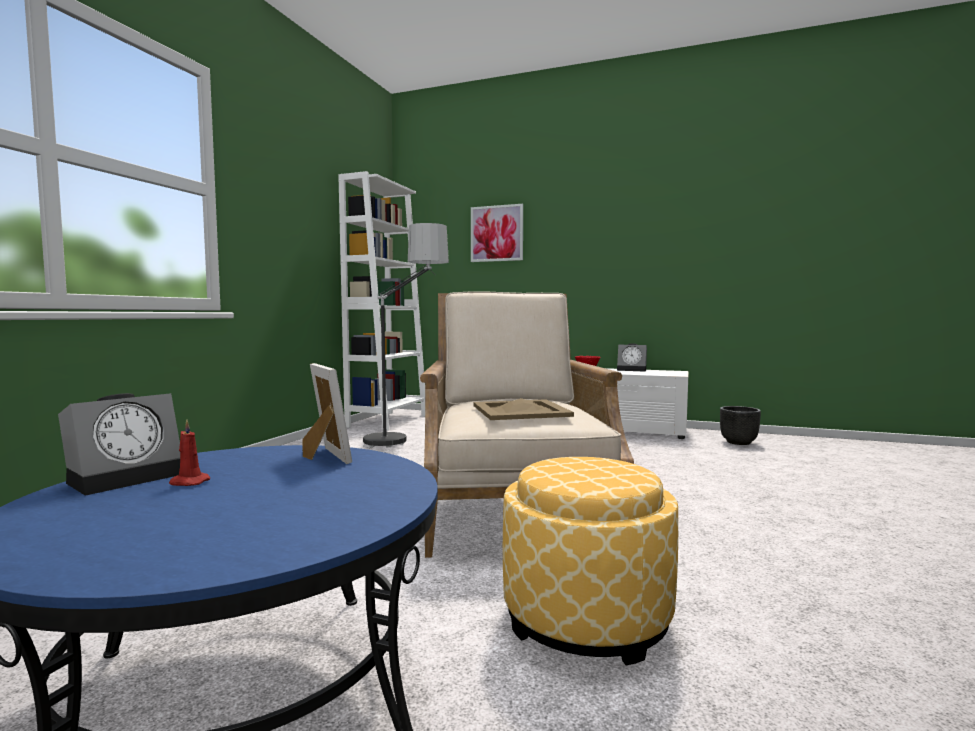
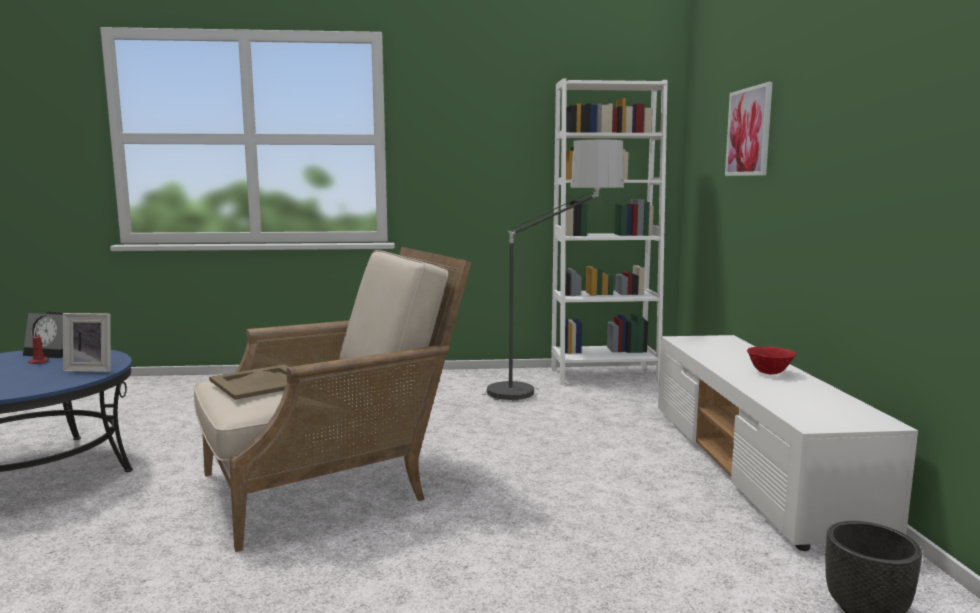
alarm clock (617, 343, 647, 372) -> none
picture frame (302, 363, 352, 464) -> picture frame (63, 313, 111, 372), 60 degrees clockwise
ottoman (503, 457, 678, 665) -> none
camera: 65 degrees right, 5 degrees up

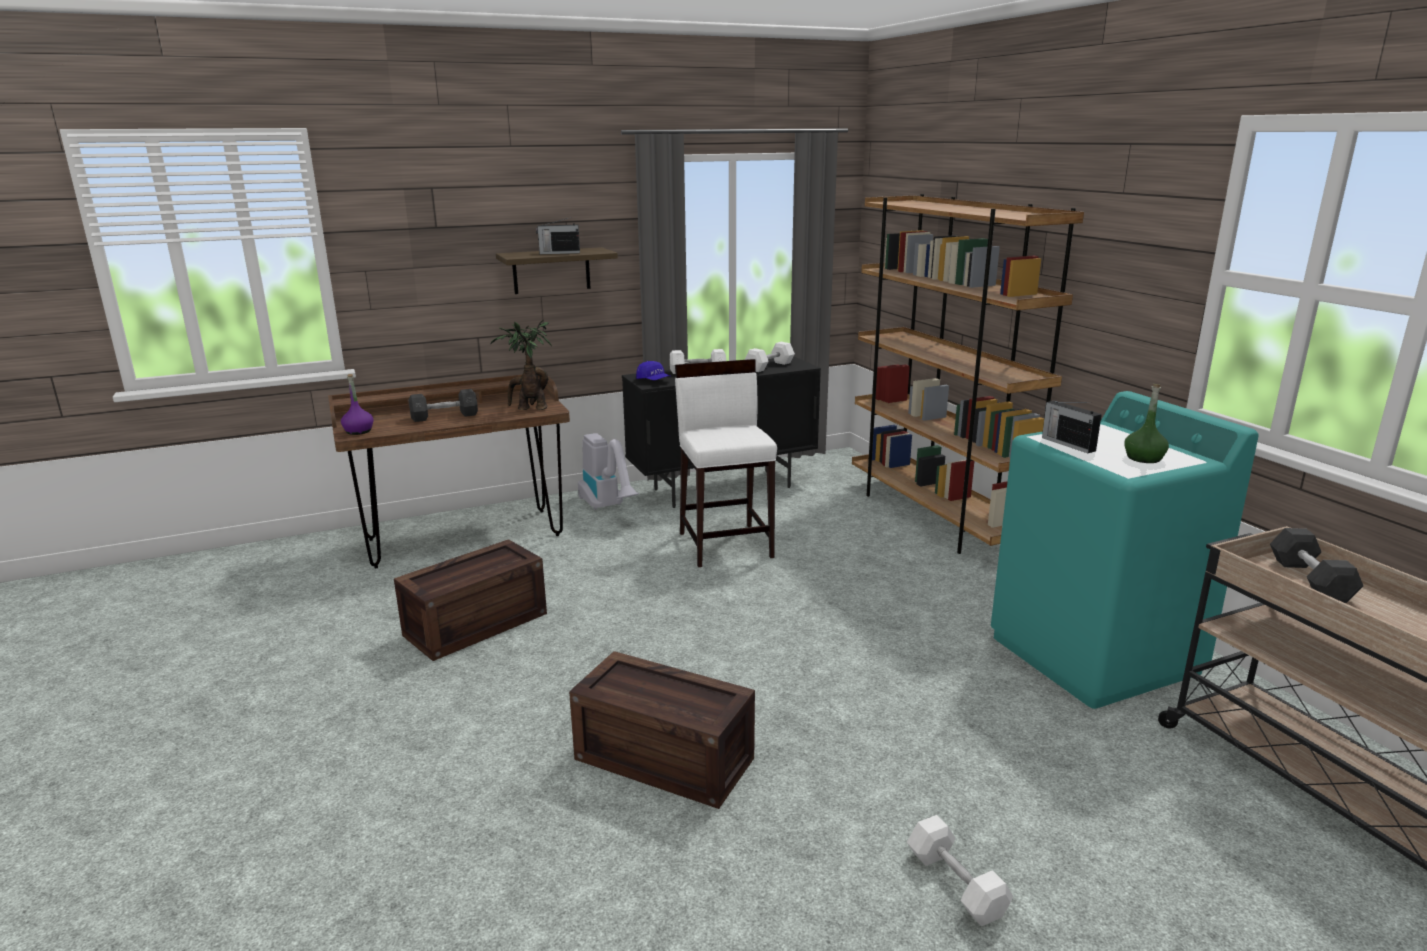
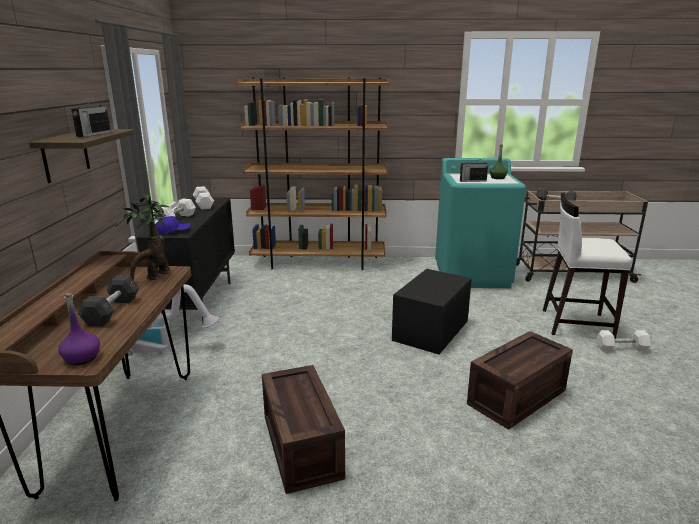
stool/white (675, 359, 777, 567) -> stool/white (543, 192, 632, 339), shifted
none -> storage box/black (392, 269, 472, 354)
camera: 65 degrees left, 0 degrees up

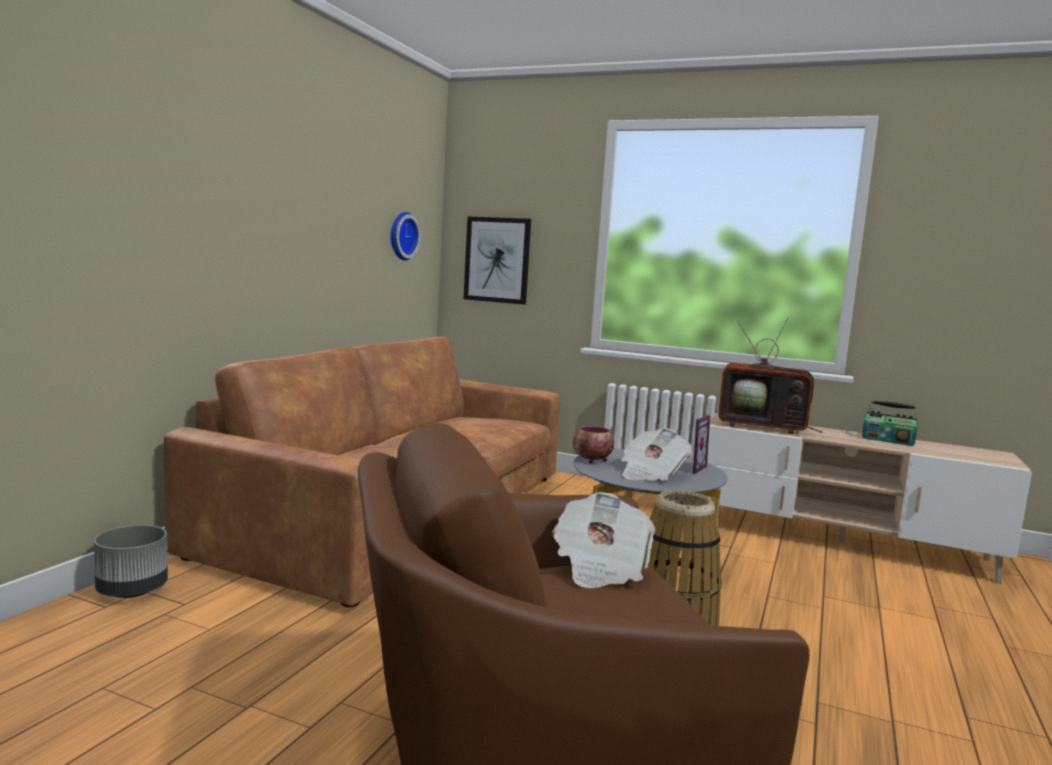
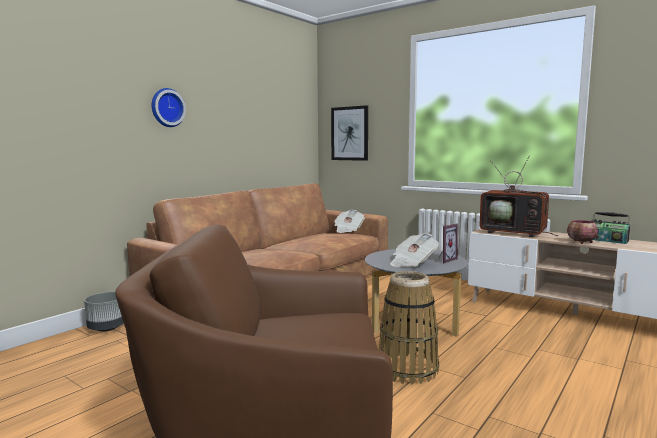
wall clock (390, 212, 421, 261) -> wall clock (152, 88, 186, 127), shifted
bowl (573, 426, 614, 463) -> bowl (567, 220, 598, 244), shifted
newspaper (552, 492, 656, 588) -> newspaper (334, 210, 365, 233), shifted
camera: 15 degrees right, 0 degrees up

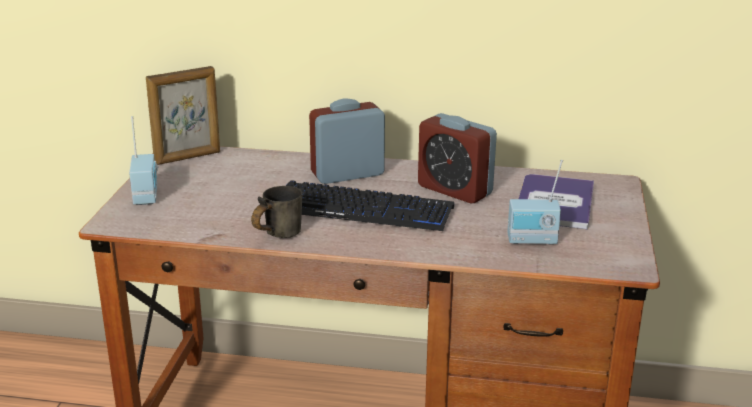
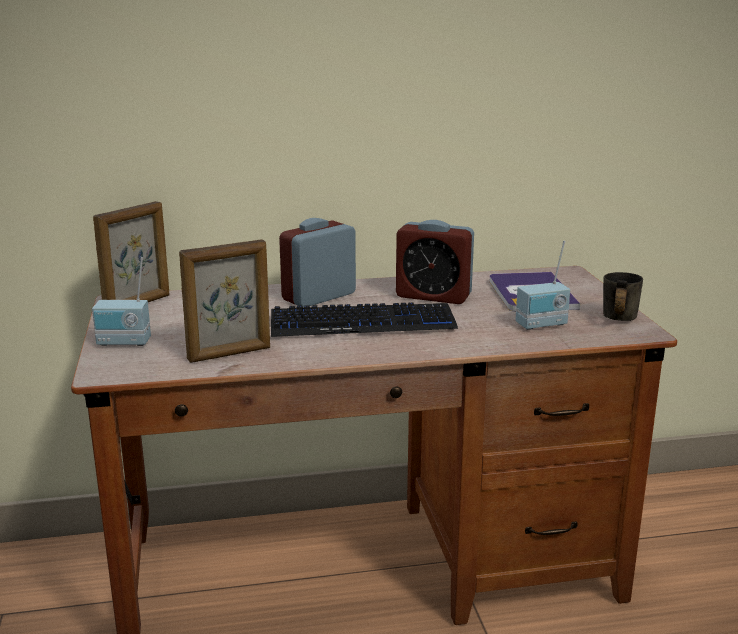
radio (129, 116, 158, 205) -> radio (92, 257, 151, 346), 120 degrees clockwise
mug/grey (251, 186, 302, 238) -> mug/grey (603, 272, 643, 321), shifted
none -> picture frame (179, 239, 270, 363)
camera: 20 degrees left, 5 degrees down

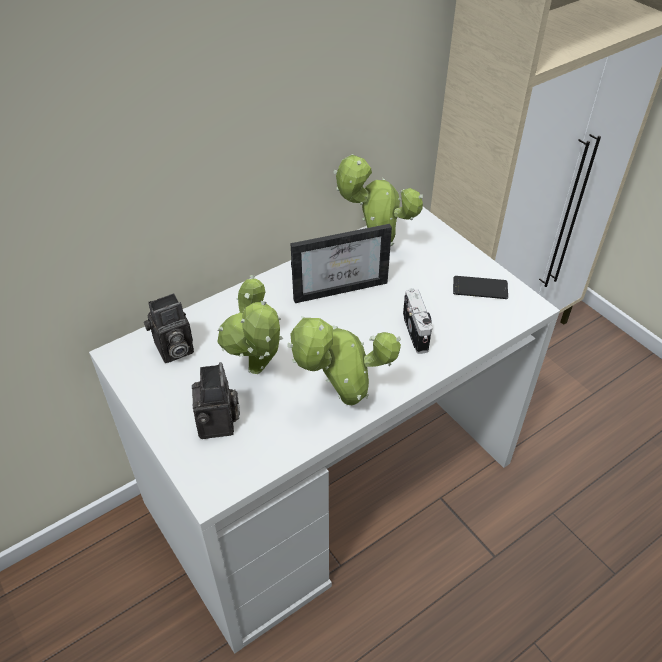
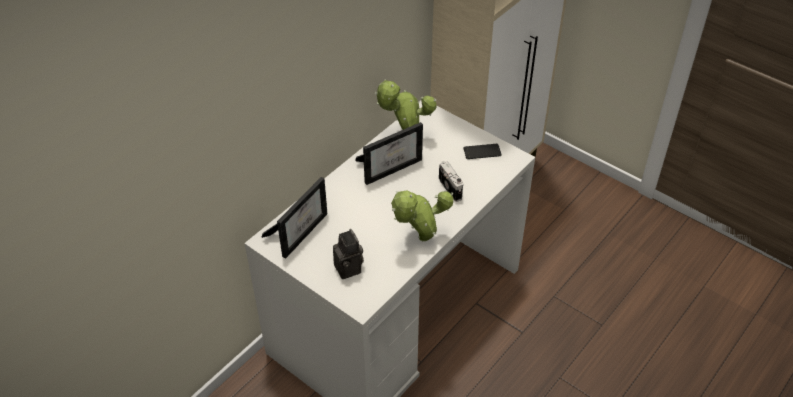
potted plant (217, 275, 283, 374) -> none
photo camera (144, 293, 194, 363) -> picture frame (262, 177, 327, 259)
camera: 15 degrees left, 0 degrees up

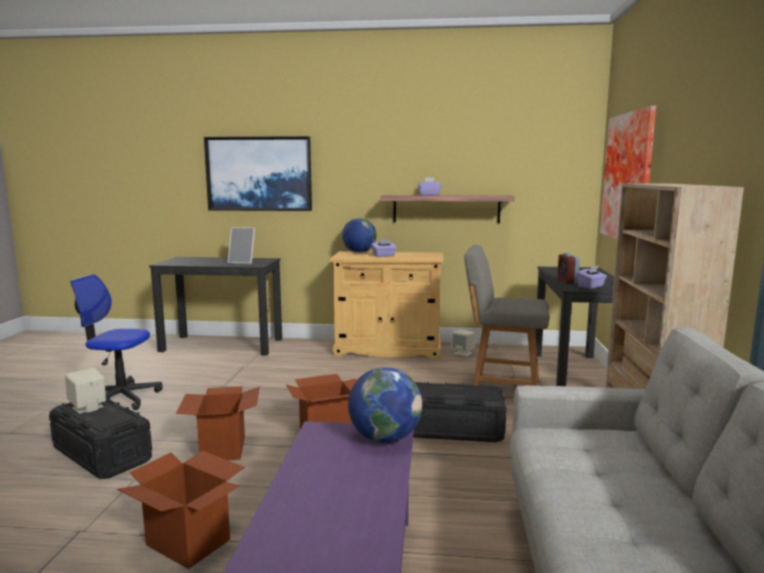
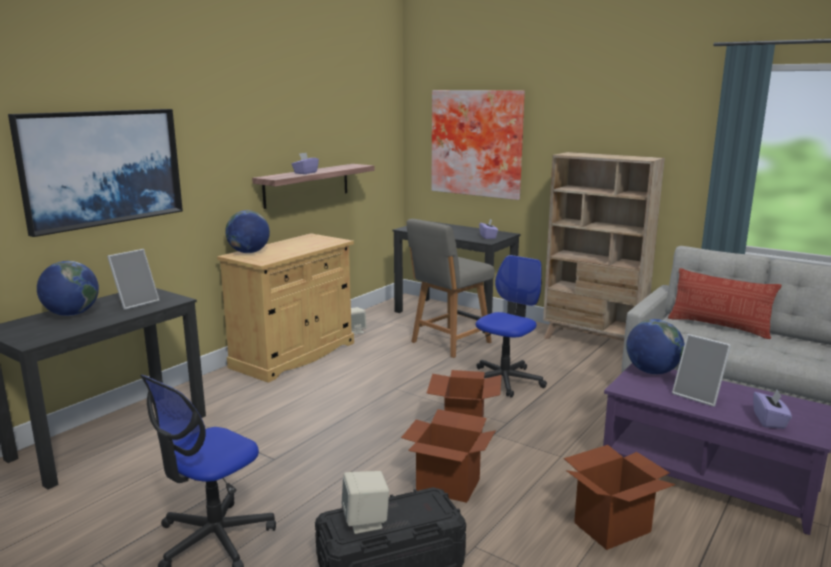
tissue box/purple (371, 238, 397, 257) -> tissue box/purple (753, 390, 792, 429), shifted
alarm clock (557, 253, 580, 284) -> none
storage box/black (413, 382, 506, 442) -> office chair (475, 255, 547, 398)
none -> globe (37, 261, 99, 316)
none -> pillow (668, 268, 781, 339)
none -> picture frame (672, 334, 731, 407)
camera: 60 degrees left, 5 degrees up

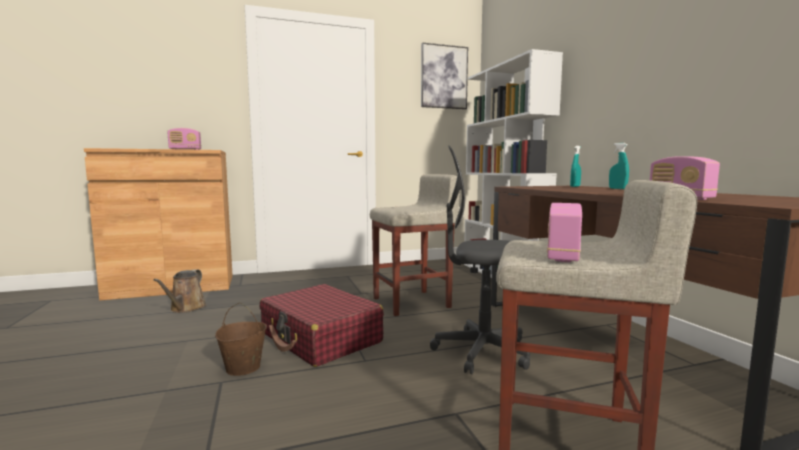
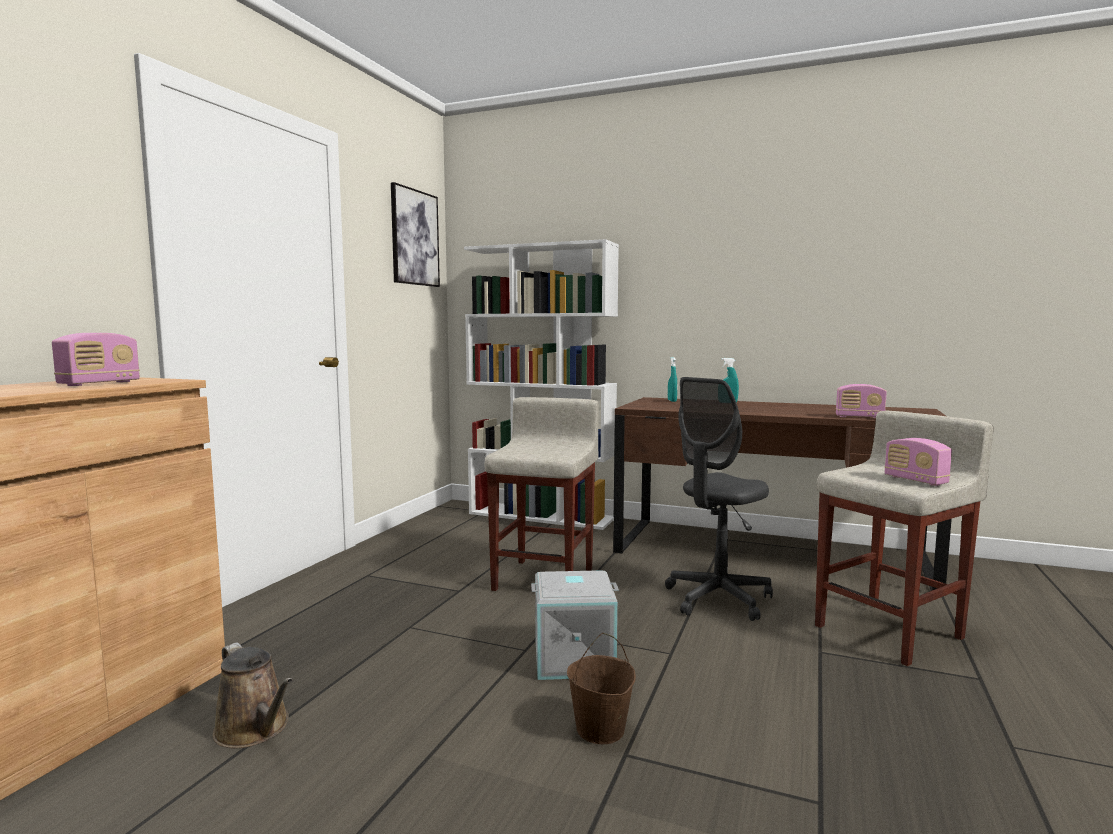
suitcase/red (260, 284, 384, 367) -> storage box/grey (531, 570, 619, 680)
camera: 50 degrees left, 0 degrees up

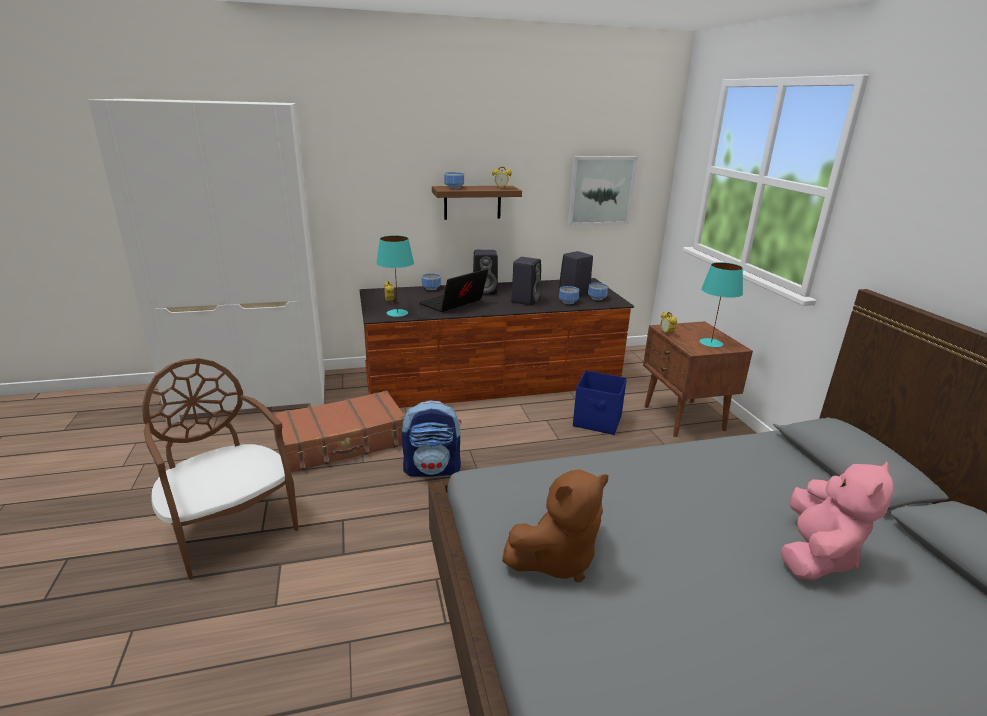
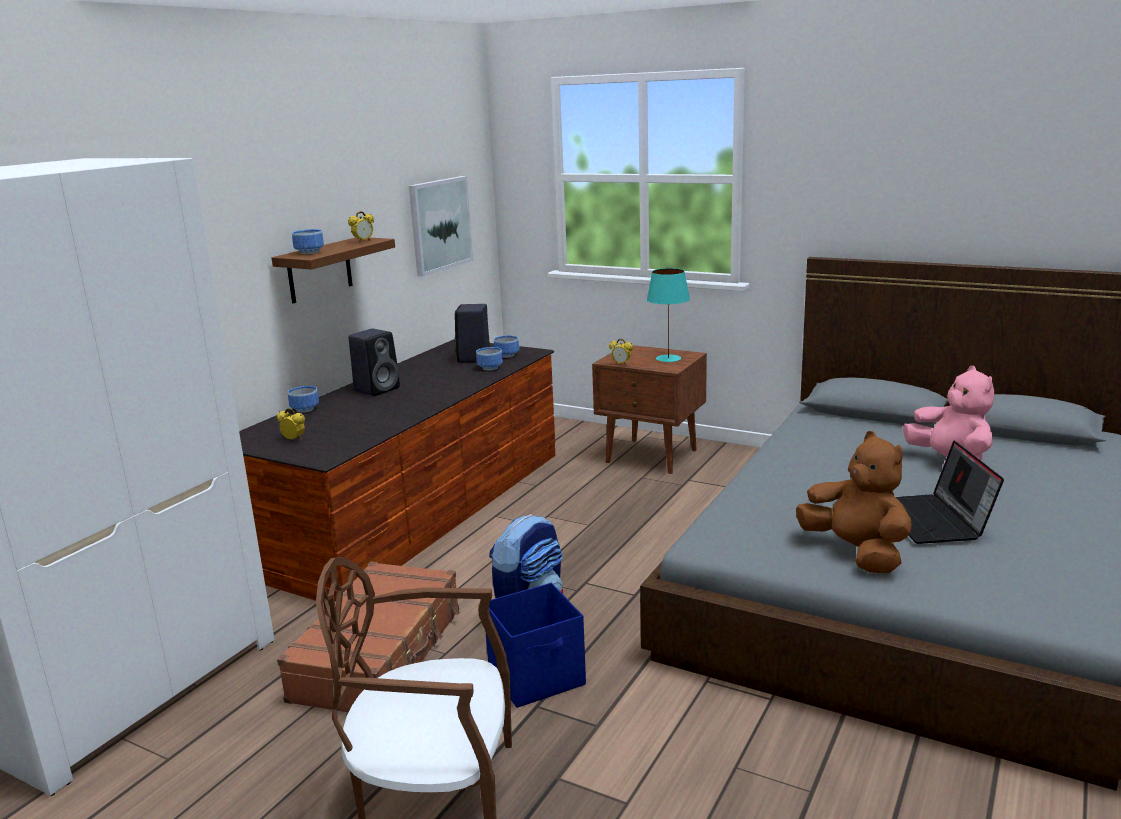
table lamp/turquoise (376, 235, 414, 317) -> none
speaker/black (511, 257, 542, 305) -> none
laptop (418, 269, 488, 312) -> laptop (896, 441, 1004, 544), shifted
storage box/blue (573, 370, 627, 435) -> storage box/blue (486, 583, 586, 708), shifted
plush toy/brown (502, 469, 608, 583) -> plush toy/brown (796, 431, 912, 573), 45 degrees counterclockwise
camera: 45 degrees left, 5 degrees down

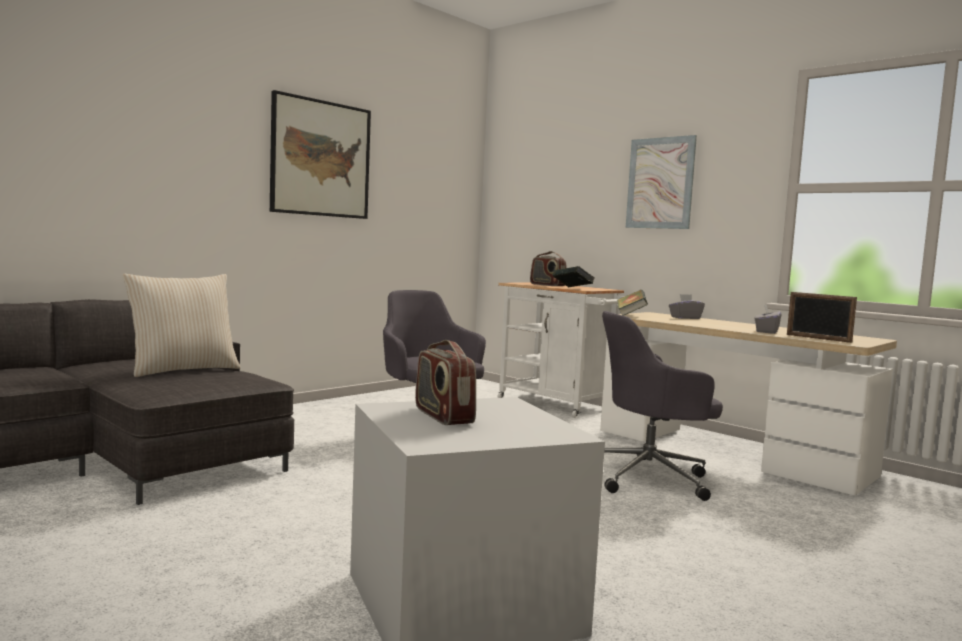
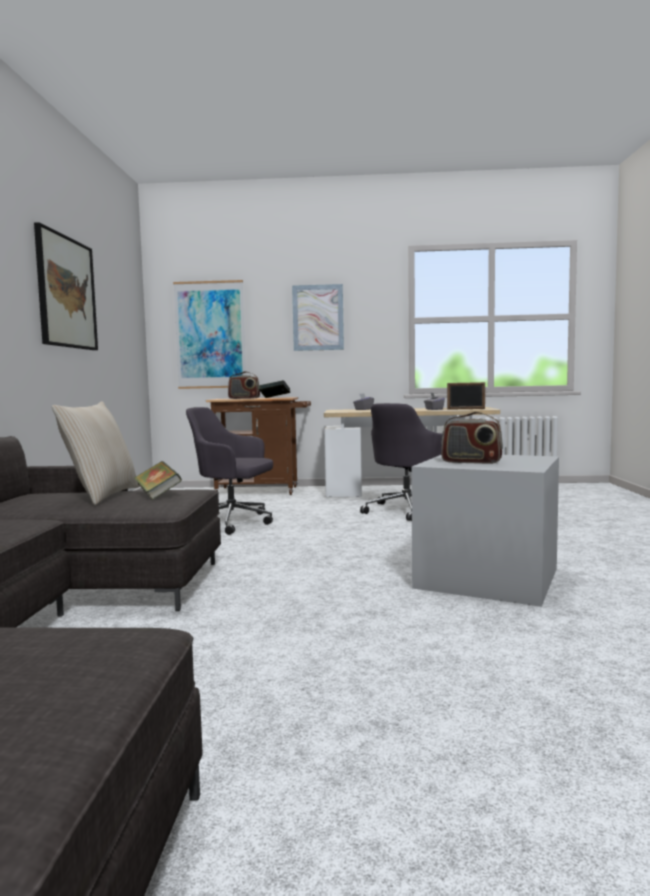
cart/white (498, 282, 625, 418) -> cart/brown (206, 397, 311, 495)
book (617, 290, 648, 316) -> book (134, 461, 182, 500), shifted
none -> picture (173, 280, 246, 389)
camera: 40 degrees left, 0 degrees up

